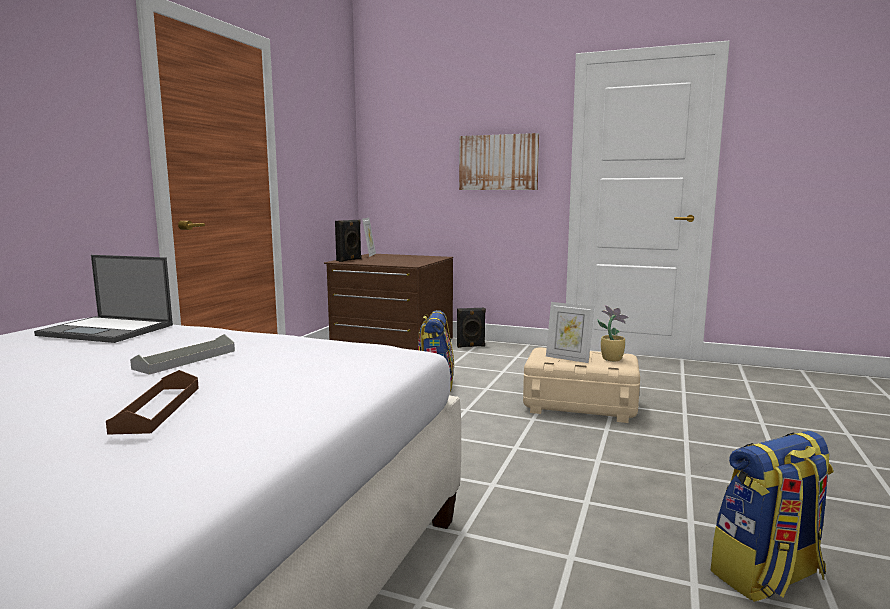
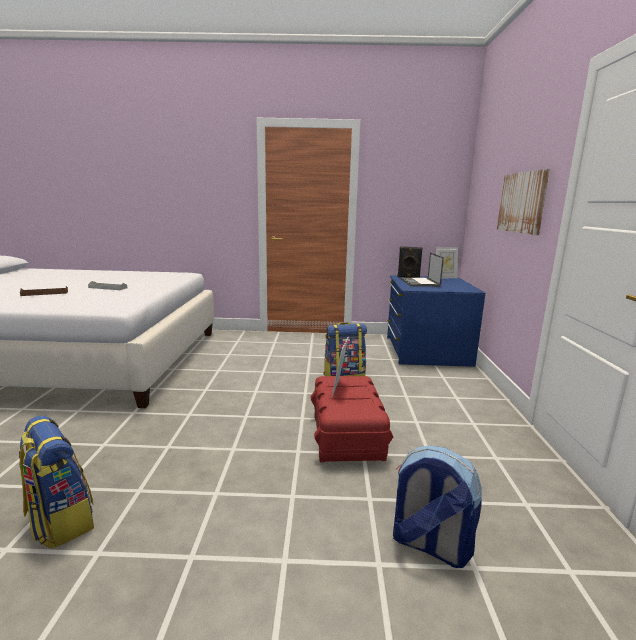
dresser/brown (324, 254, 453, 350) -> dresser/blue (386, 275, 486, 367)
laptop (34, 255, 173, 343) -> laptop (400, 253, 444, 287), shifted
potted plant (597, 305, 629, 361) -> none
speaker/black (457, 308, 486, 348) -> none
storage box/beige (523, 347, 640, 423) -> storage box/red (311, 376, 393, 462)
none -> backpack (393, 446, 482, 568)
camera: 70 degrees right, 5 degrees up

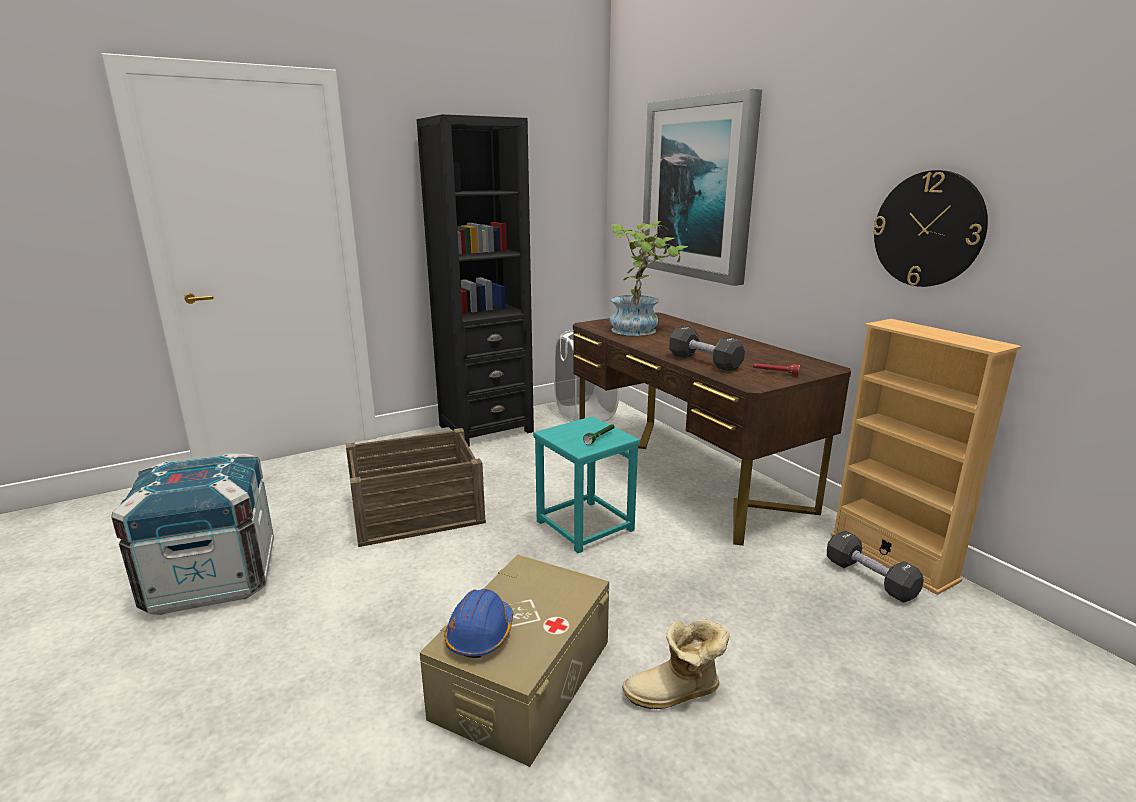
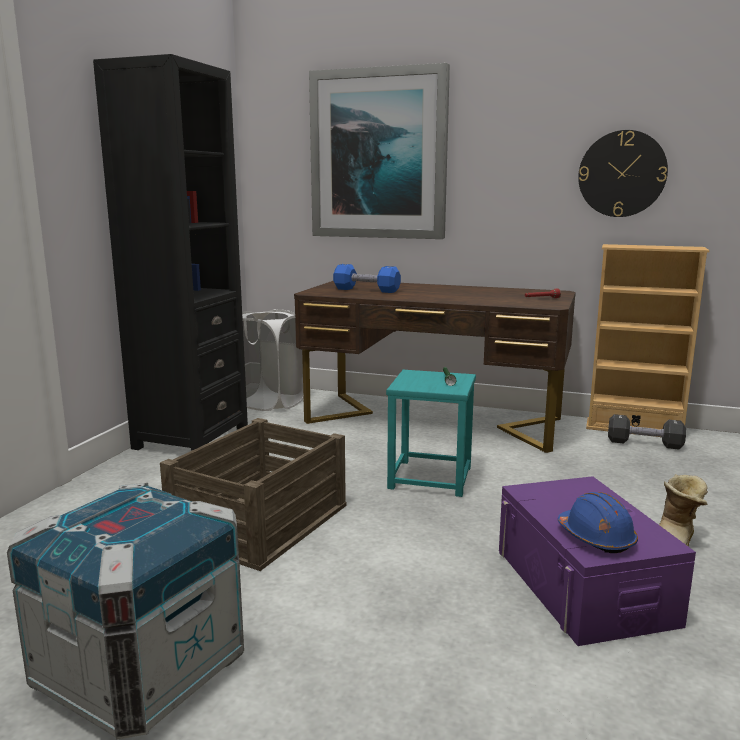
potted plant (610, 221, 688, 336) -> dumbbell/blue (333, 264, 401, 293)
dumbbell/black (669, 326, 745, 372) -> none
storage box/beige (420, 555, 609, 767) -> storage box/purple (499, 476, 696, 646)
camera: 40 degrees left, 5 degrees down

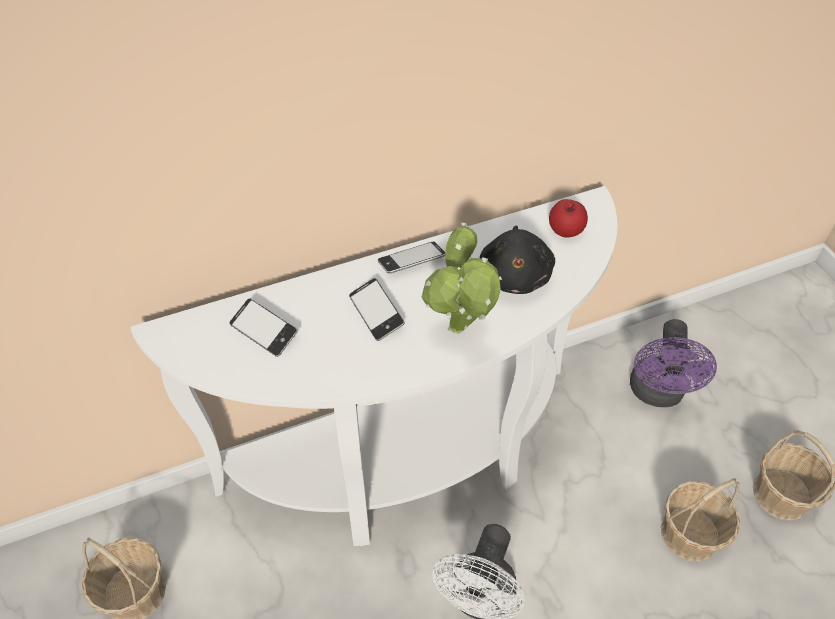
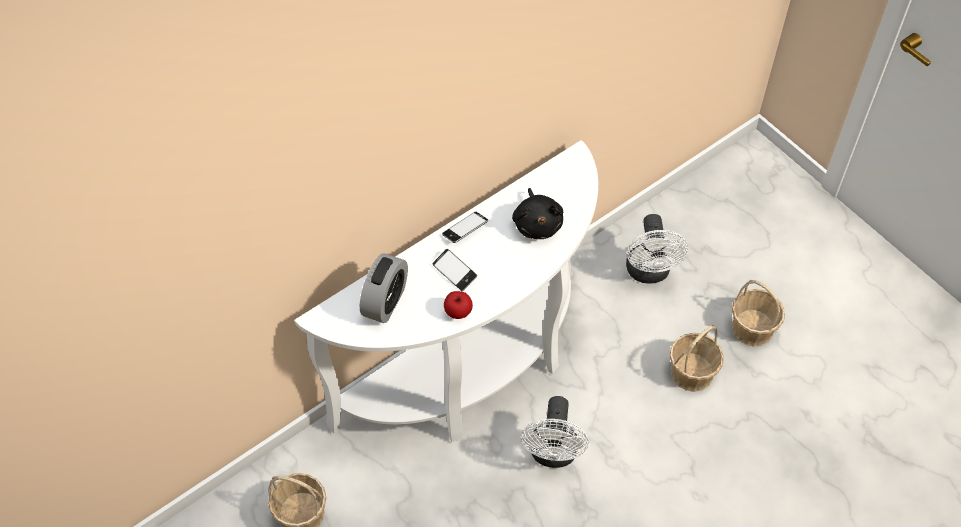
apple (549, 199, 588, 238) -> apple (444, 291, 473, 319), shifted
potted plant (422, 223, 502, 333) -> none
phone (230, 298, 298, 357) -> alarm clock (360, 253, 408, 323)
fan/purple (630, 319, 717, 407) -> fan/white (626, 214, 688, 284)
camera: 15 degrees left, 5 degrees up

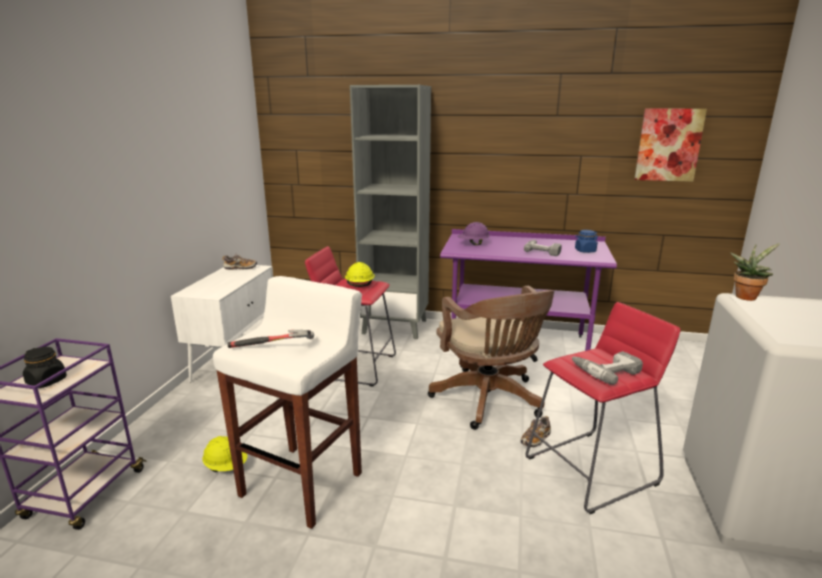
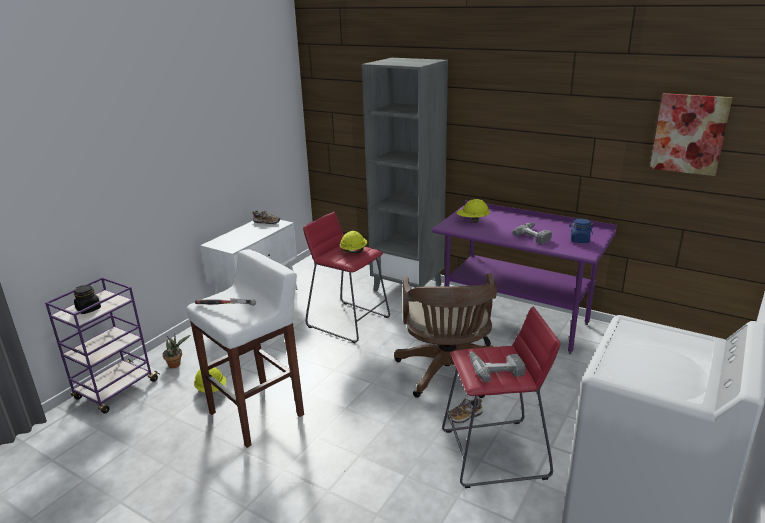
hard hat/purple (457, 222, 490, 245) -> hard hat/yellow (457, 199, 490, 222)
potted plant (730, 243, 780, 301) -> potted plant (163, 334, 190, 368), shifted
camera: 20 degrees right, 5 degrees up

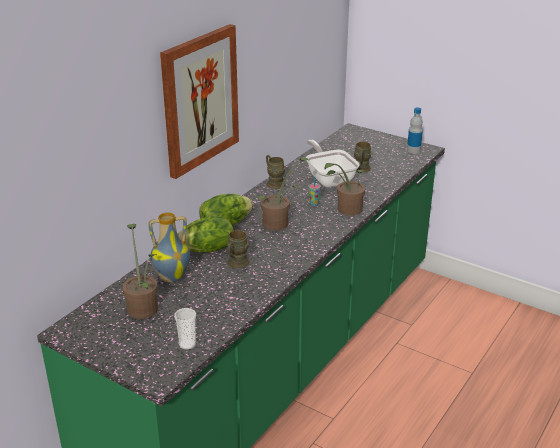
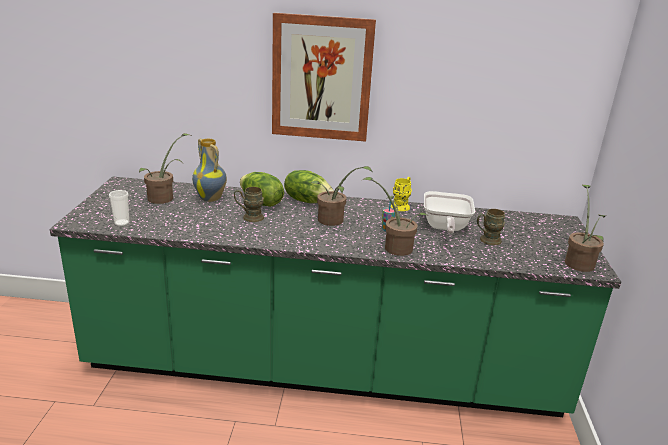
bottle (407, 107, 423, 153) -> potted plant (565, 185, 605, 272)
frying pan (306, 139, 360, 187) -> frying pan (424, 191, 475, 234), 150 degrees clockwise
mug/brown (266, 155, 286, 189) -> mug/yellow (391, 177, 412, 211)
camera: 60 degrees right, 5 degrees down

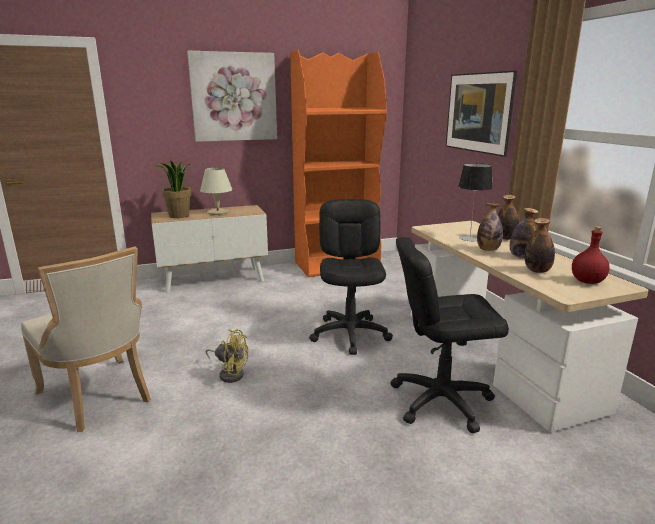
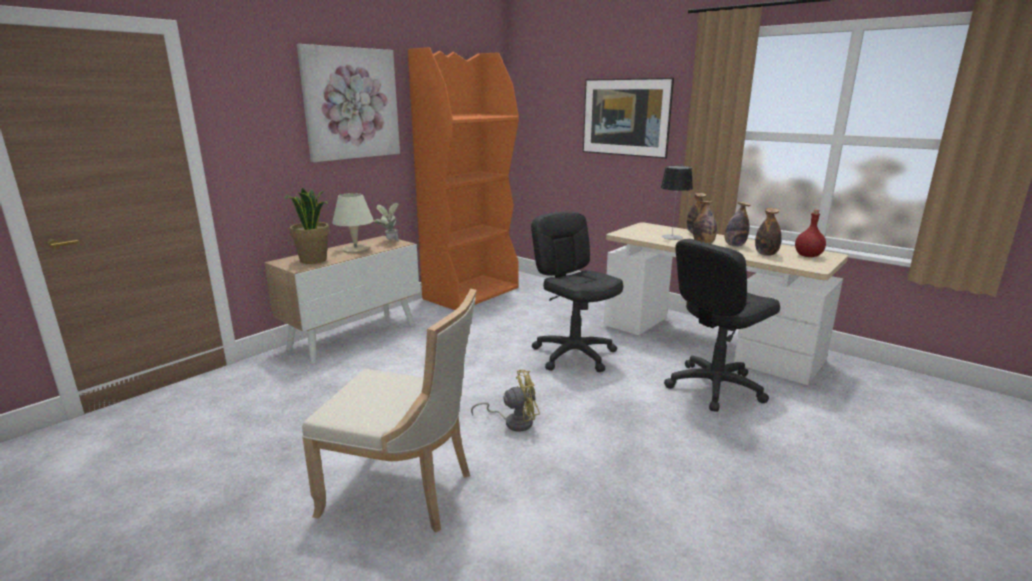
none -> potted plant (374, 203, 399, 242)
camera: 30 degrees left, 0 degrees up

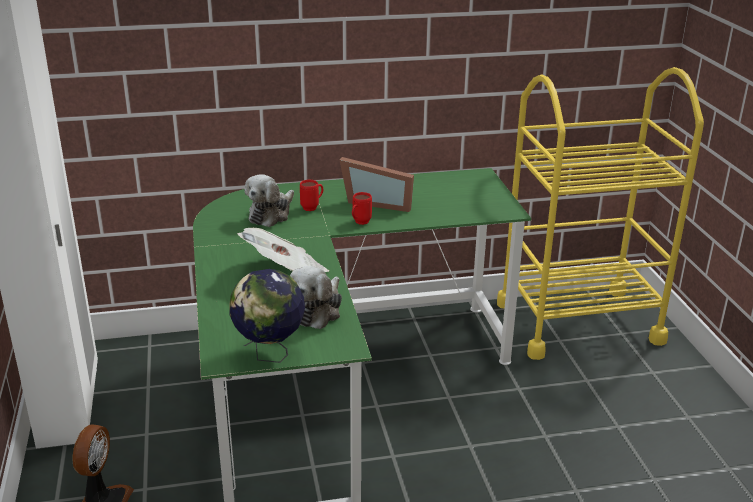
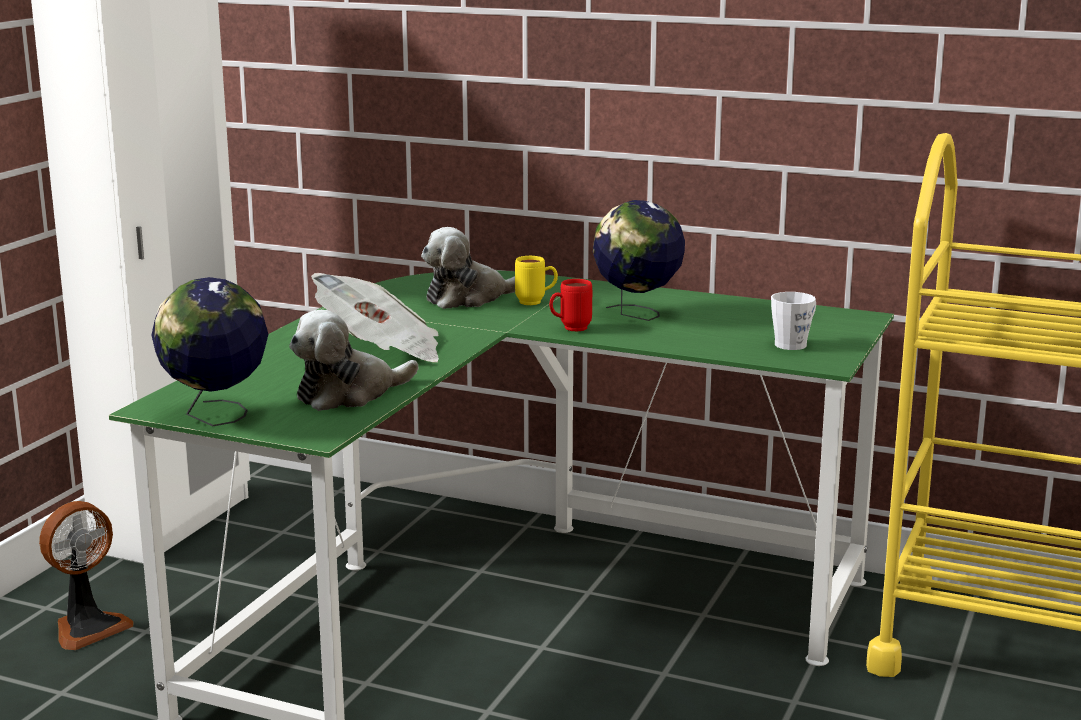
picture frame (340, 157, 414, 212) -> globe (593, 200, 685, 321)
mug/red (300, 180, 323, 211) -> mug/yellow (515, 256, 558, 305)
none -> mug/white (771, 292, 816, 350)
camera: 35 degrees right, 10 degrees down

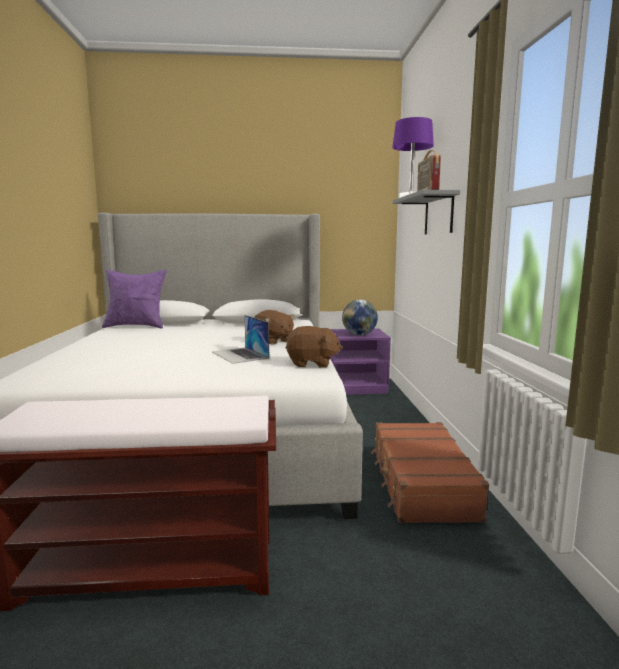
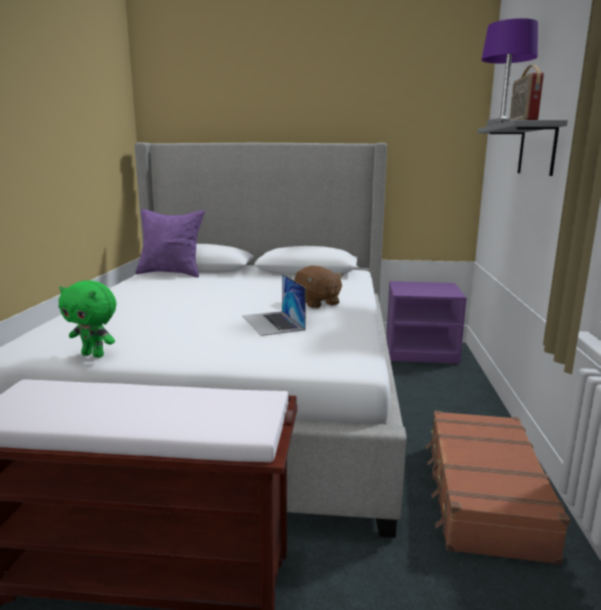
globe (342, 300, 378, 336) -> none
plush toy/brown (286, 326, 343, 368) -> none
none -> plush toy/green (59, 280, 116, 358)
camera: 10 degrees right, 5 degrees up

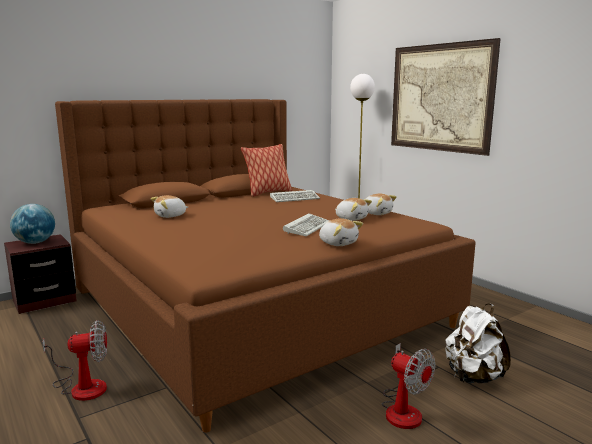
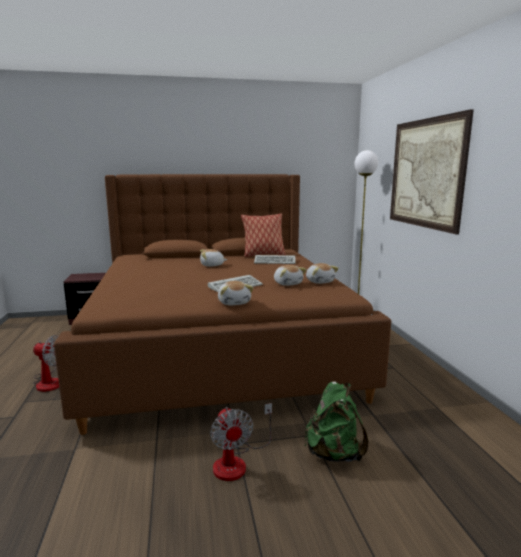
plush toy (151, 195, 188, 218) -> plush toy (200, 249, 227, 266), shifted
globe (10, 204, 55, 244) -> none
backpack/white (445, 304, 511, 383) -> backpack/green (305, 381, 368, 462)
camera: 25 degrees right, 0 degrees up

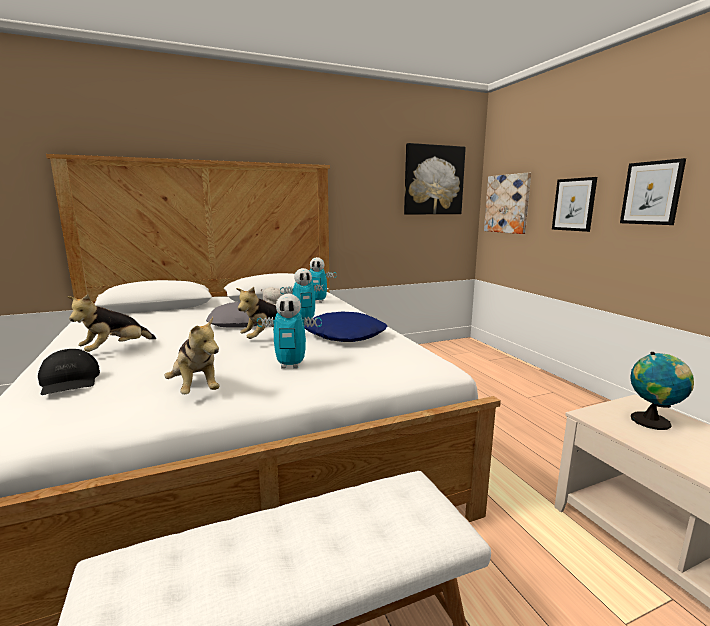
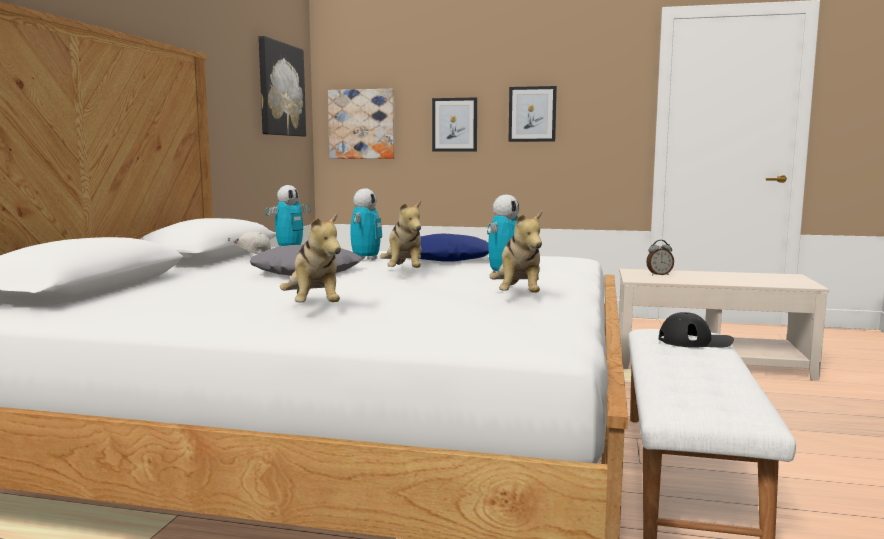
plush toy (164, 317, 220, 394) -> plush toy (489, 211, 542, 293), 90 degrees clockwise
cap/black (38, 349, 100, 395) -> cap/black (659, 312, 734, 348), shifted
globe (630, 352, 694, 430) -> alarm clock (646, 240, 674, 275)
camera: 55 degrees left, 5 degrees down

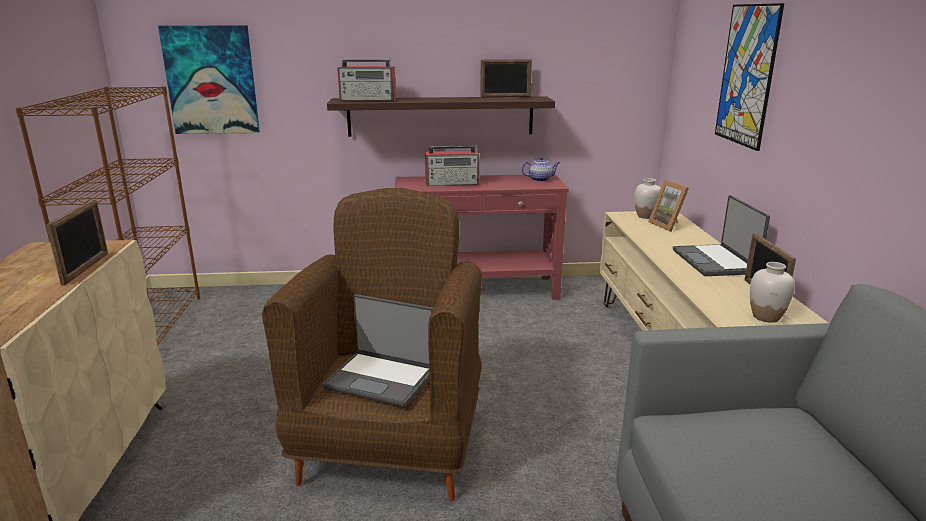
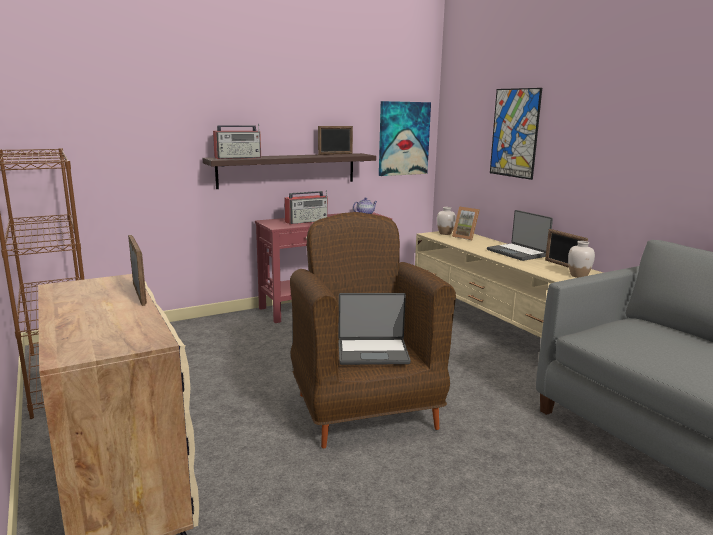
picture (158, 25, 260, 134) -> picture (379, 101, 431, 176), shifted
camera: 25 degrees left, 5 degrees down

